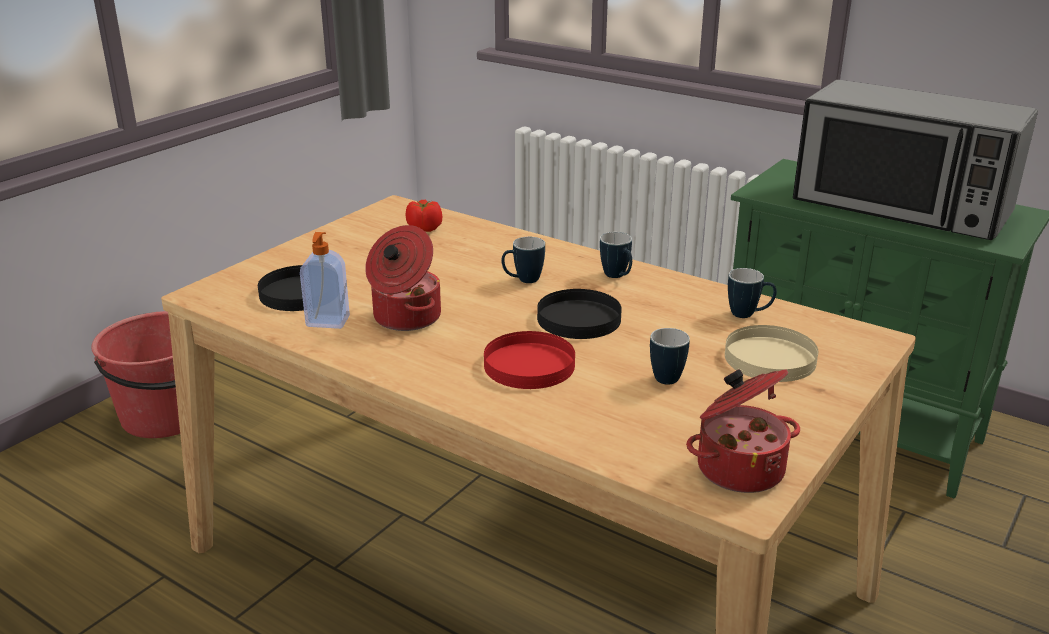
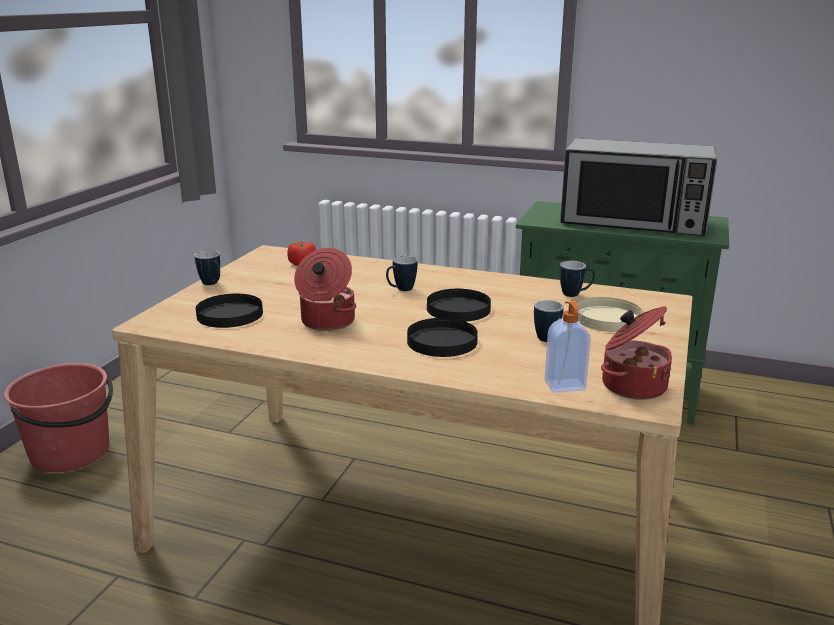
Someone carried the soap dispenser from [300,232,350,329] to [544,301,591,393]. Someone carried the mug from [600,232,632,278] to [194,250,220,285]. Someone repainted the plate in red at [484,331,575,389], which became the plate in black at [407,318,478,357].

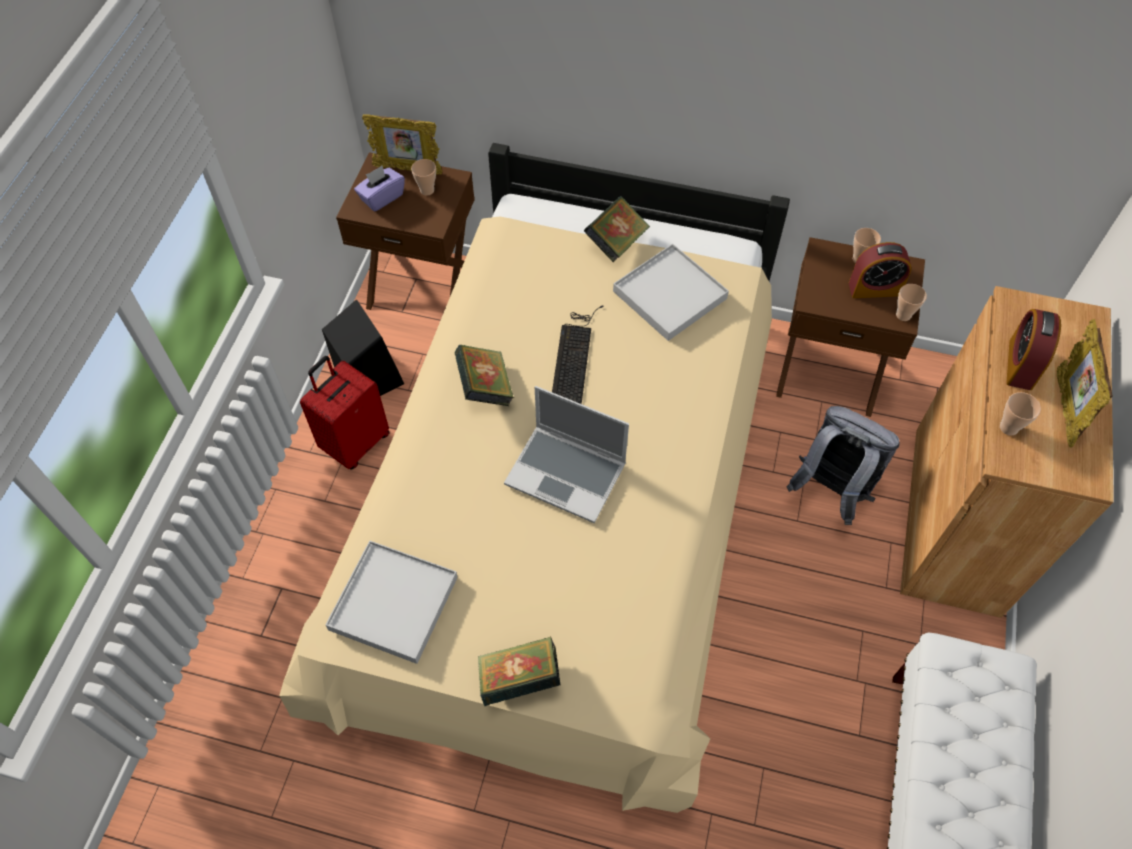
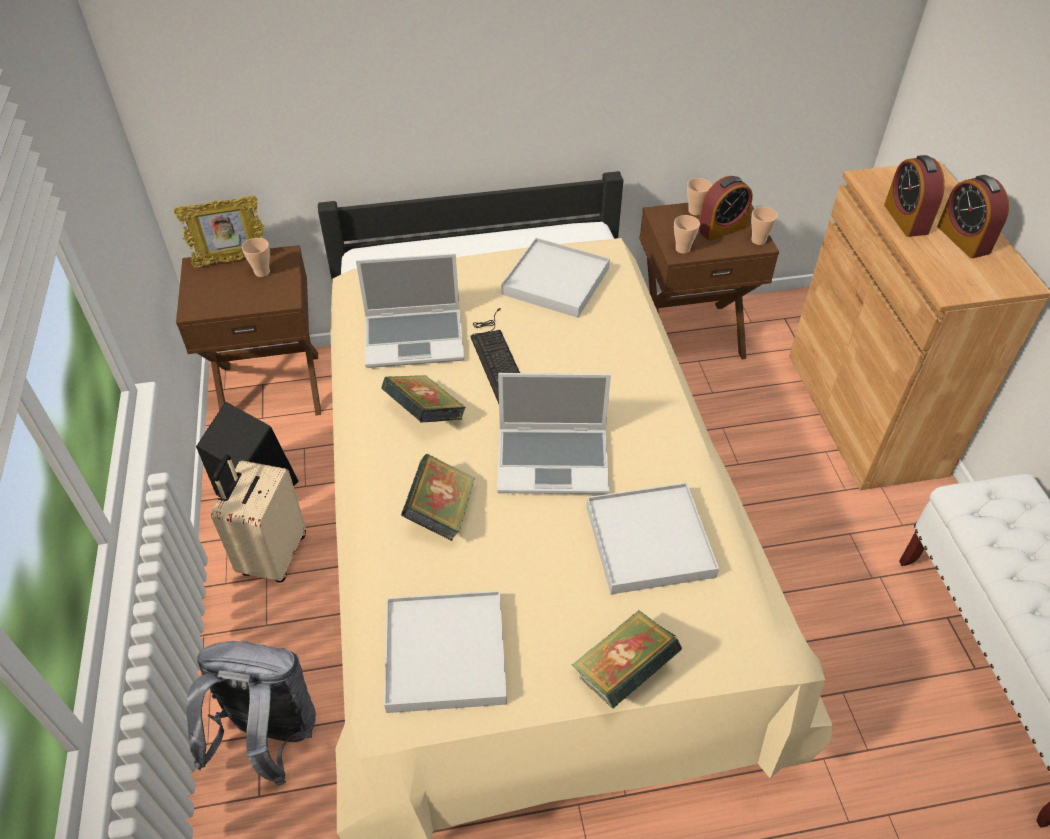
Someone took away the tissue box in purple at [354,166,405,212]. Someone carried the book from [584,196,650,262] to [401,454,475,541]. Someone swapped the picture frame at [1056,319,1113,448] for the alarm clock at [937,175,1009,258]. Someone repainted the suitcase in red at [300,356,390,470], which became the suitcase in beige at [211,455,306,583]. Someone carried the cup from [1000,392,1041,436] to [674,215,700,254]. Someone carried the backpack in grey from [786,406,900,525] to [187,641,316,786]. Someone put down the laptop at [356,253,464,368]. Someone put down the tray in white at [586,483,719,594].

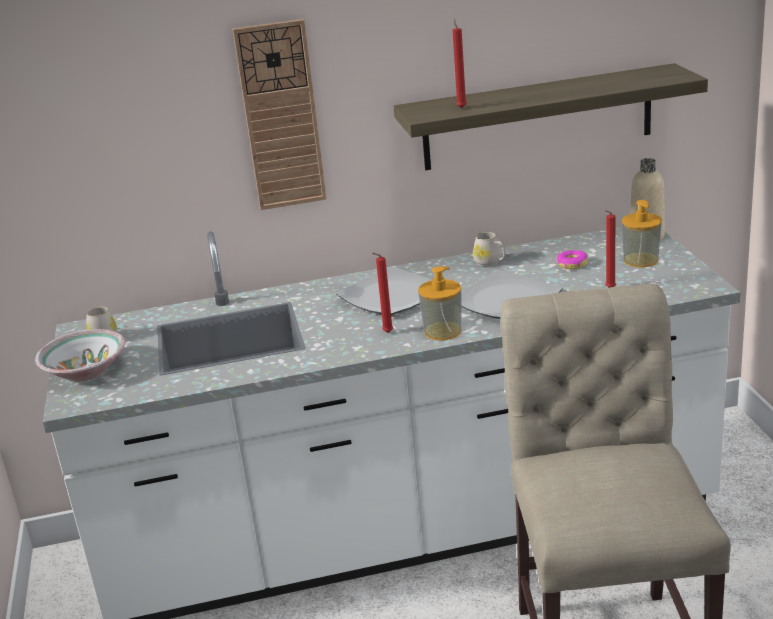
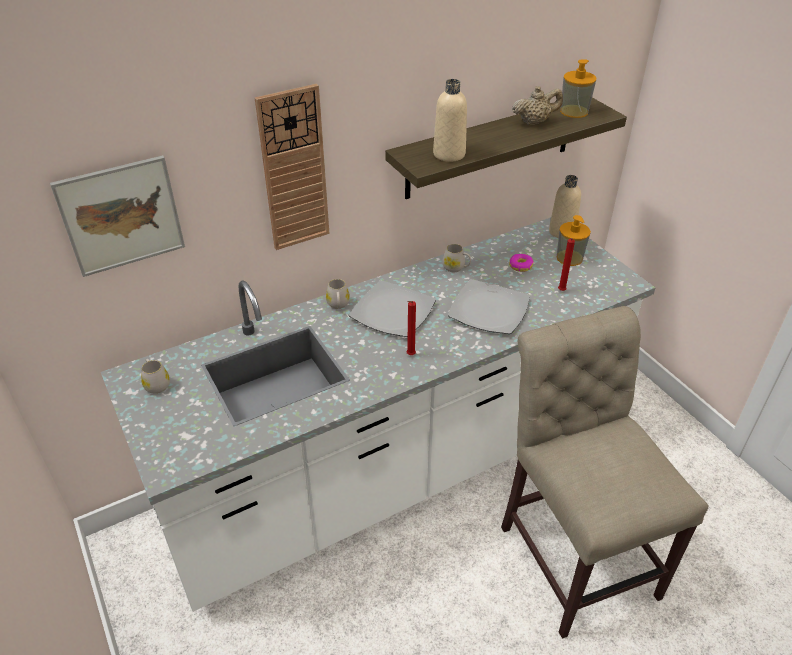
Someone swapped the candle in red at [452,19,467,108] for the bottle in beige at [433,79,467,162]. Someone carried the soap dispenser from [418,266,462,340] to [560,59,597,118]. Someone took away the bowl at [35,329,126,381]. Someone put down the teapot in beige at [512,86,563,125]. Someone put up the picture at [50,155,185,277]. Someone put down the mug in white at [326,279,350,309].

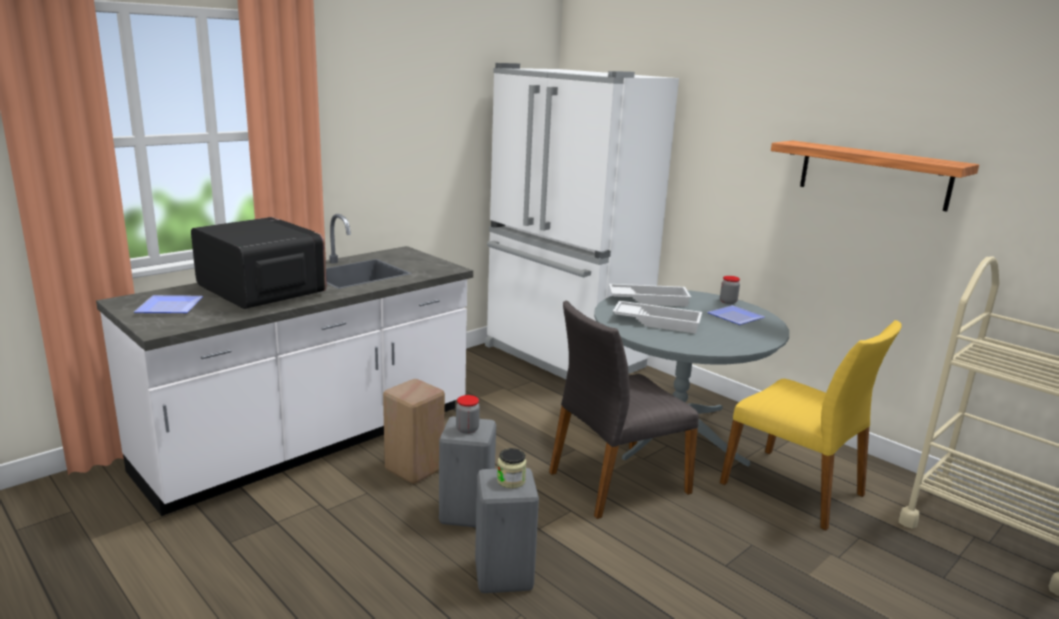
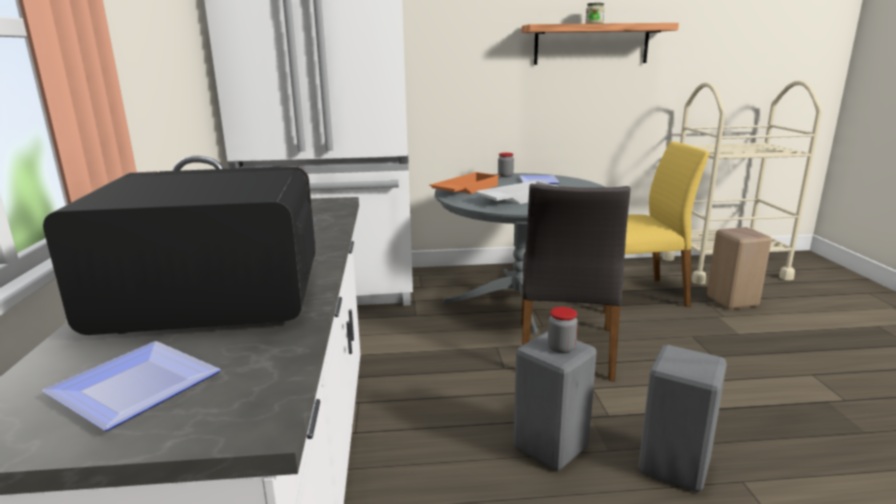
Someone repainted the tray in white at [609,284,691,307], which became the tray in orange at [429,172,500,194]. Someone carried the stool in beige from [383,379,445,484] to [707,227,772,309]. Someone carried the jar from [497,448,527,489] to [585,3,605,24].

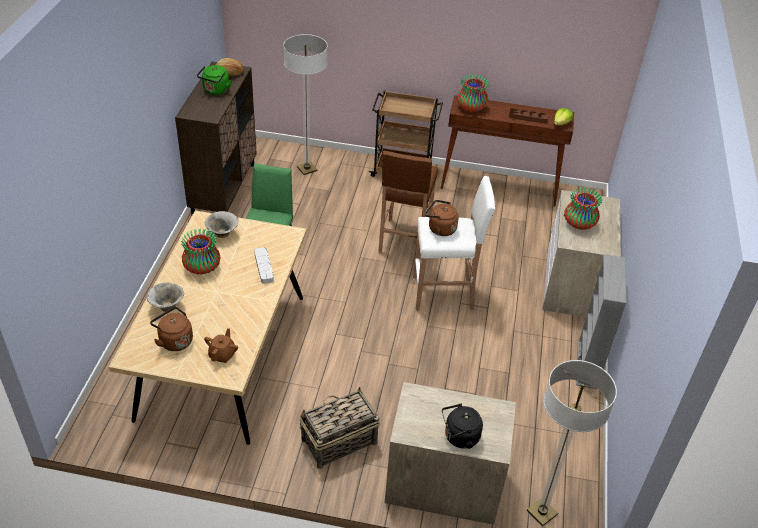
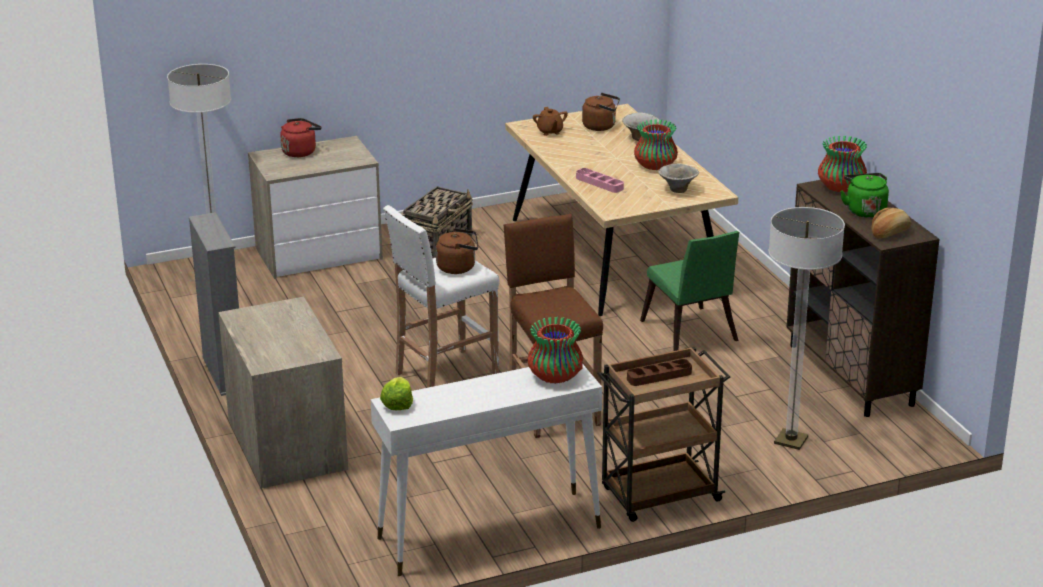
Someone repainted the console table in brown at [441,95,574,207], which became the console table in white at [371,365,602,576]. Someone carried the tray in brown from [509,108,548,123] to [627,359,692,386]. Someone carried the vase from [564,188,603,230] to [818,136,867,192]. Someone repainted the tray in grey at [254,247,274,284], which became the tray in pink at [576,168,624,193]. Someone repainted the kettle in black at [442,404,483,449], which became the kettle in red at [280,118,321,157].

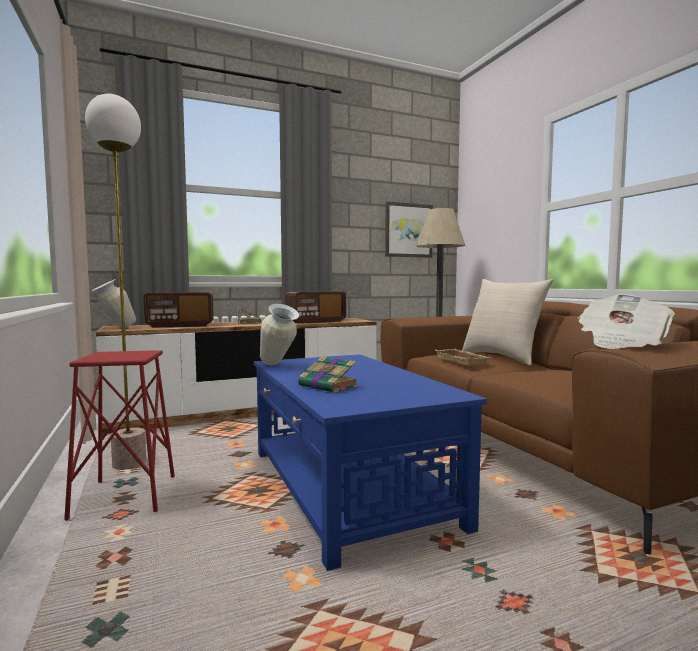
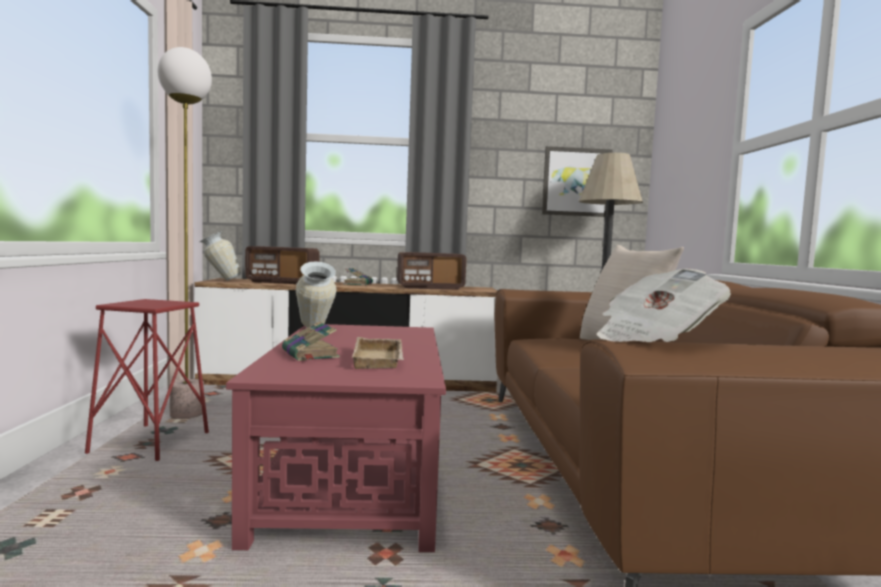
Someone carried the tray in beige from [436,349,491,366] to [352,337,404,369]. Someone repainted the coffee table in blue at [254,354,487,571], which became the coffee table in red at [226,324,446,552].

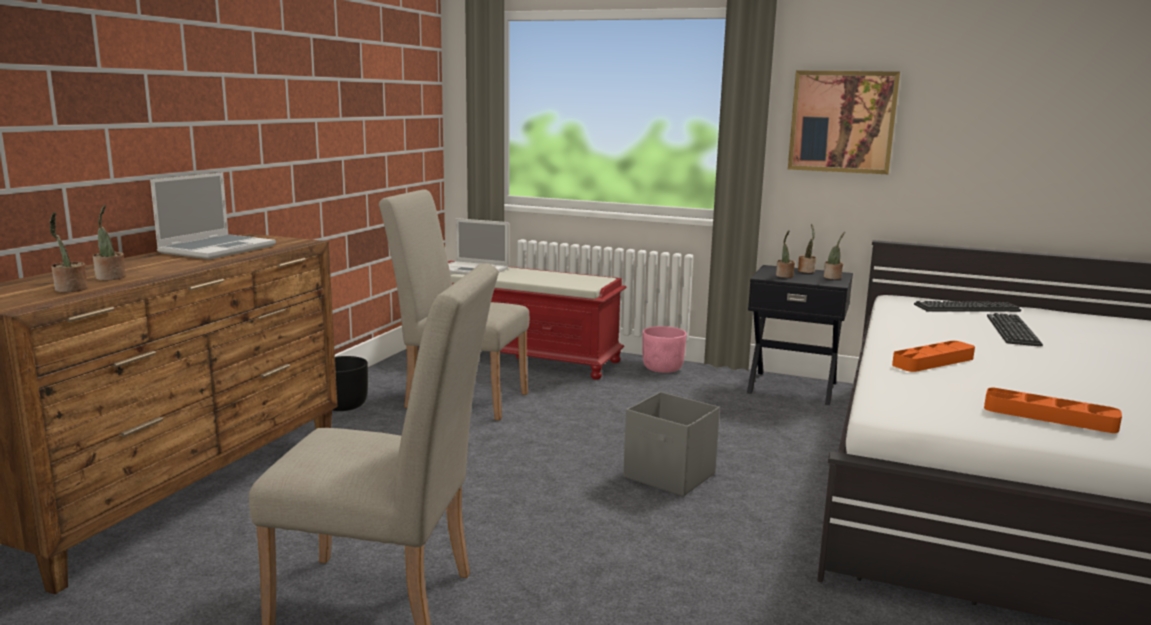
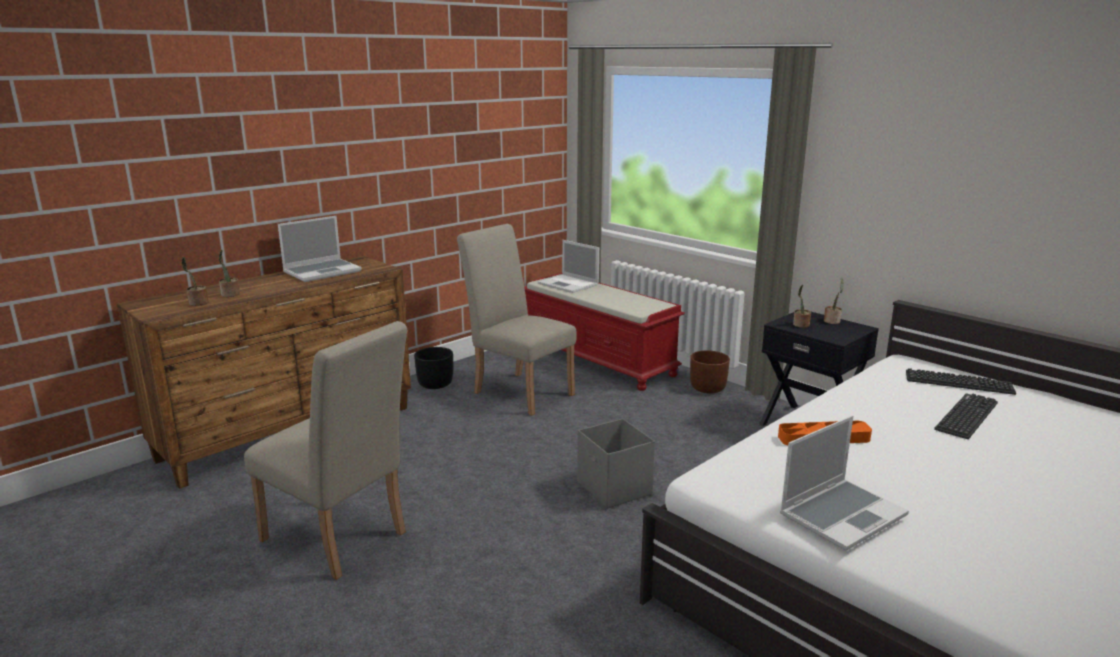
Someone took away the picture at [788,71,900,174]. Someone took away the potted plant at [824,232,845,279]. Someone repainted the planter in pink at [643,326,687,373], which became the planter in brown at [690,350,730,393]. Someone swapped the tray in orange at [984,388,1122,433] for the laptop at [780,416,909,551].

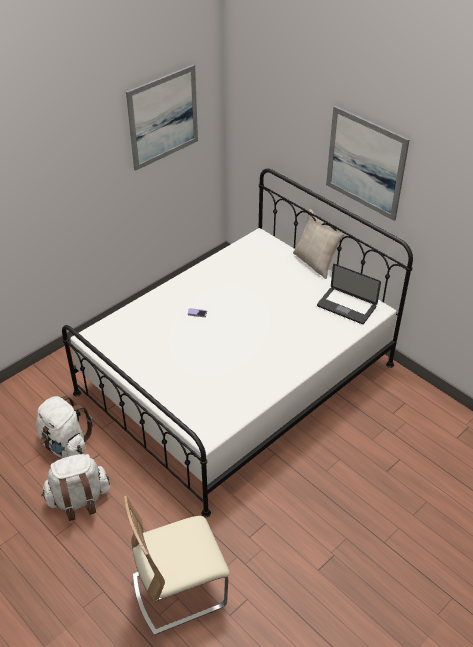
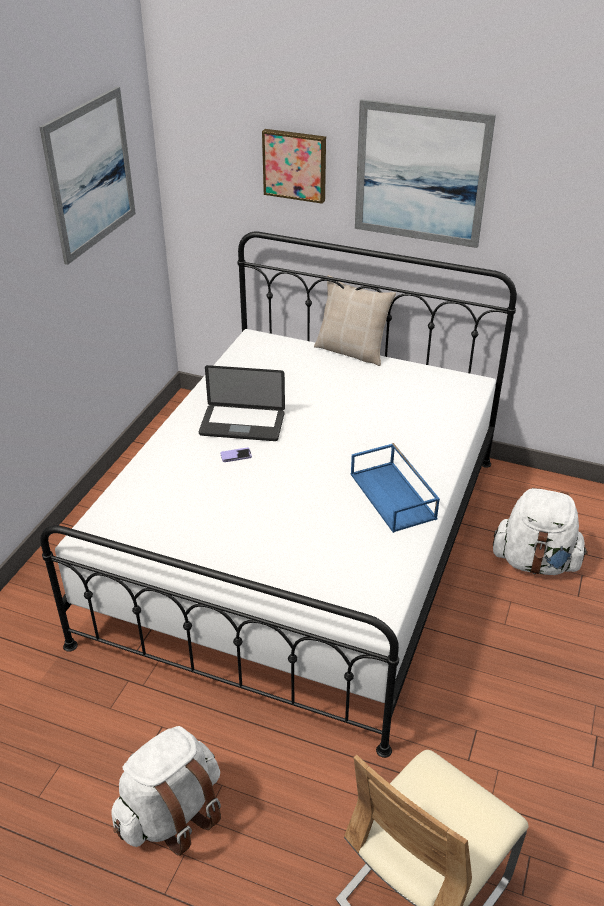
Someone carried the laptop from [317,264,381,324] to [199,365,285,441]. Someone carried the backpack in white from [36,396,92,458] to [493,488,588,575]. Someone put up the picture at [262,129,326,204]. Someone put down the tray in blue at [351,443,440,533].

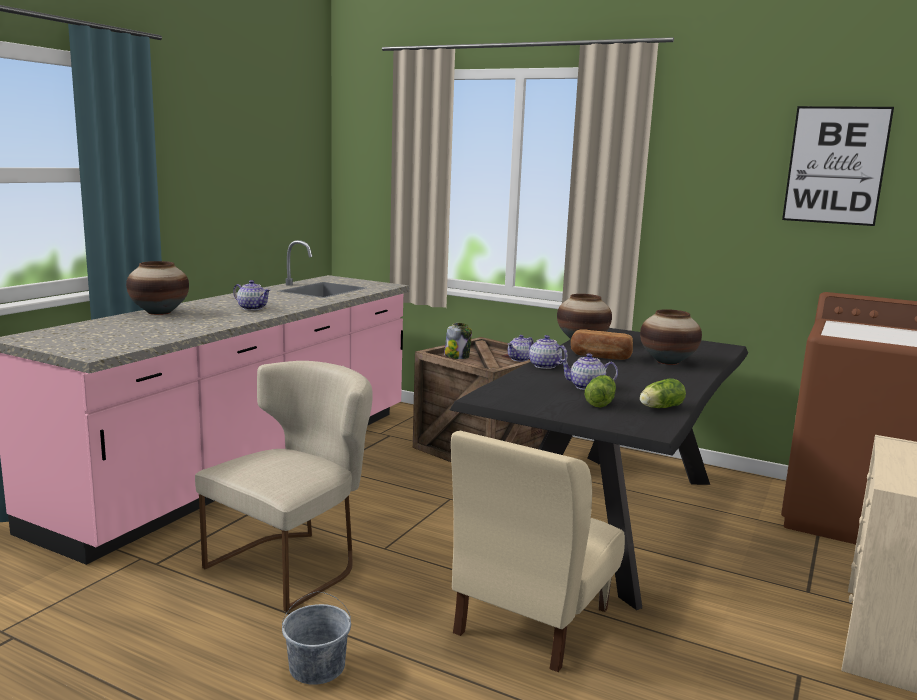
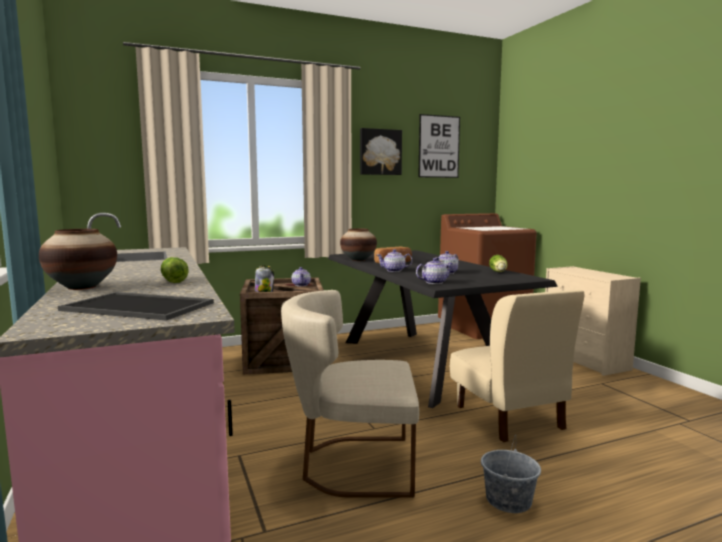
Someone carried the teapot from [233,280,271,310] to [416,258,453,284]. Someone took away the vase at [640,309,702,365]. Someone rotated the chair in beige at [195,361,373,612] by 75 degrees counterclockwise. Someone carried the lettuce from [585,375,616,408] to [161,257,189,283]. Someone put up the picture at [360,128,402,175]. Someone put down the tray at [58,292,214,321].

